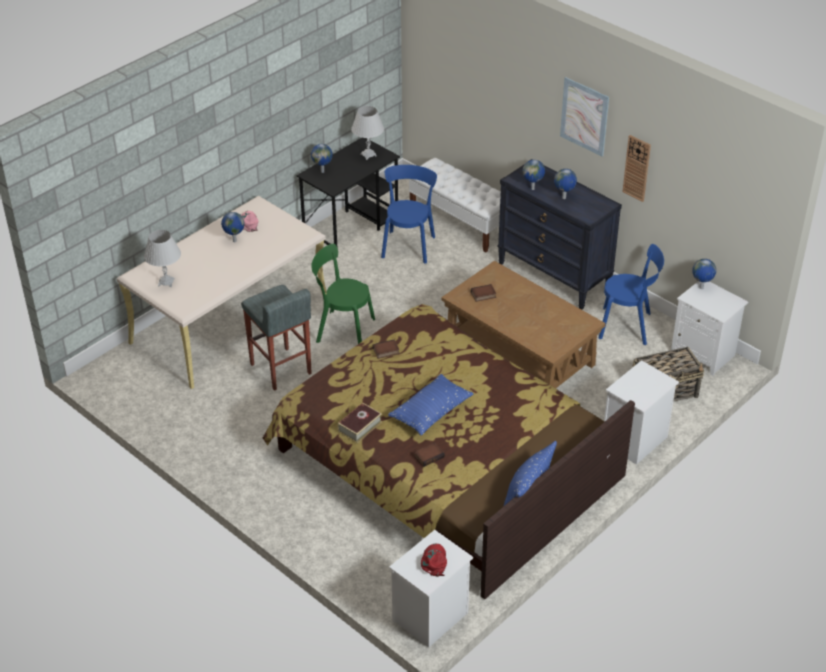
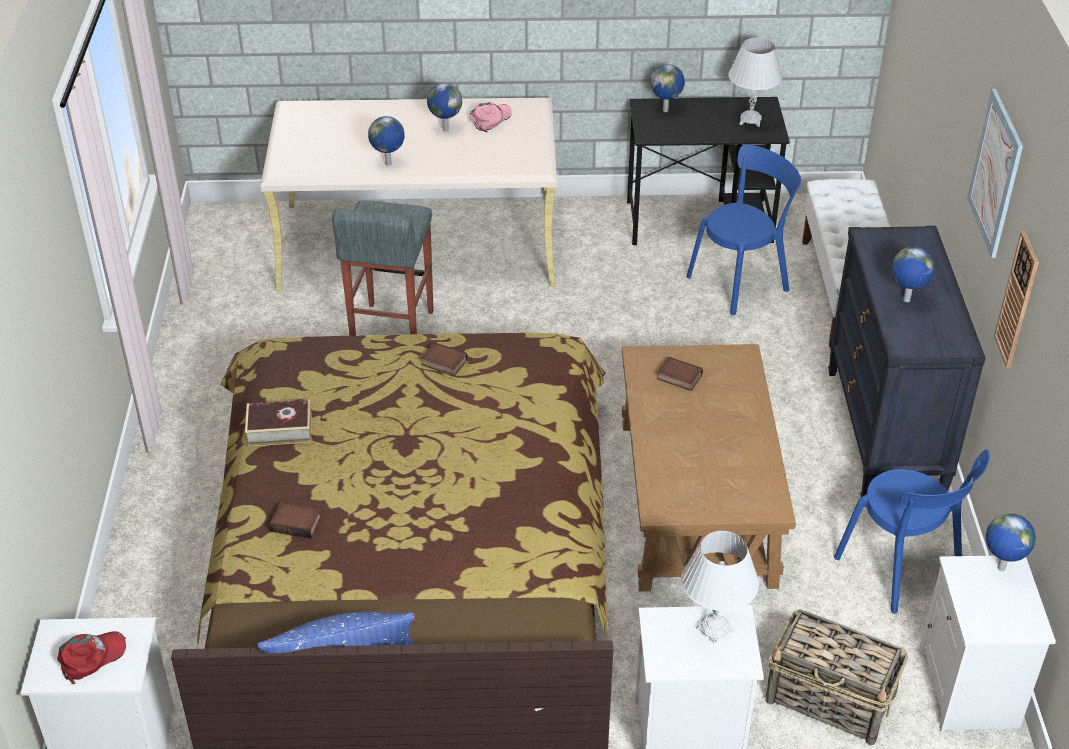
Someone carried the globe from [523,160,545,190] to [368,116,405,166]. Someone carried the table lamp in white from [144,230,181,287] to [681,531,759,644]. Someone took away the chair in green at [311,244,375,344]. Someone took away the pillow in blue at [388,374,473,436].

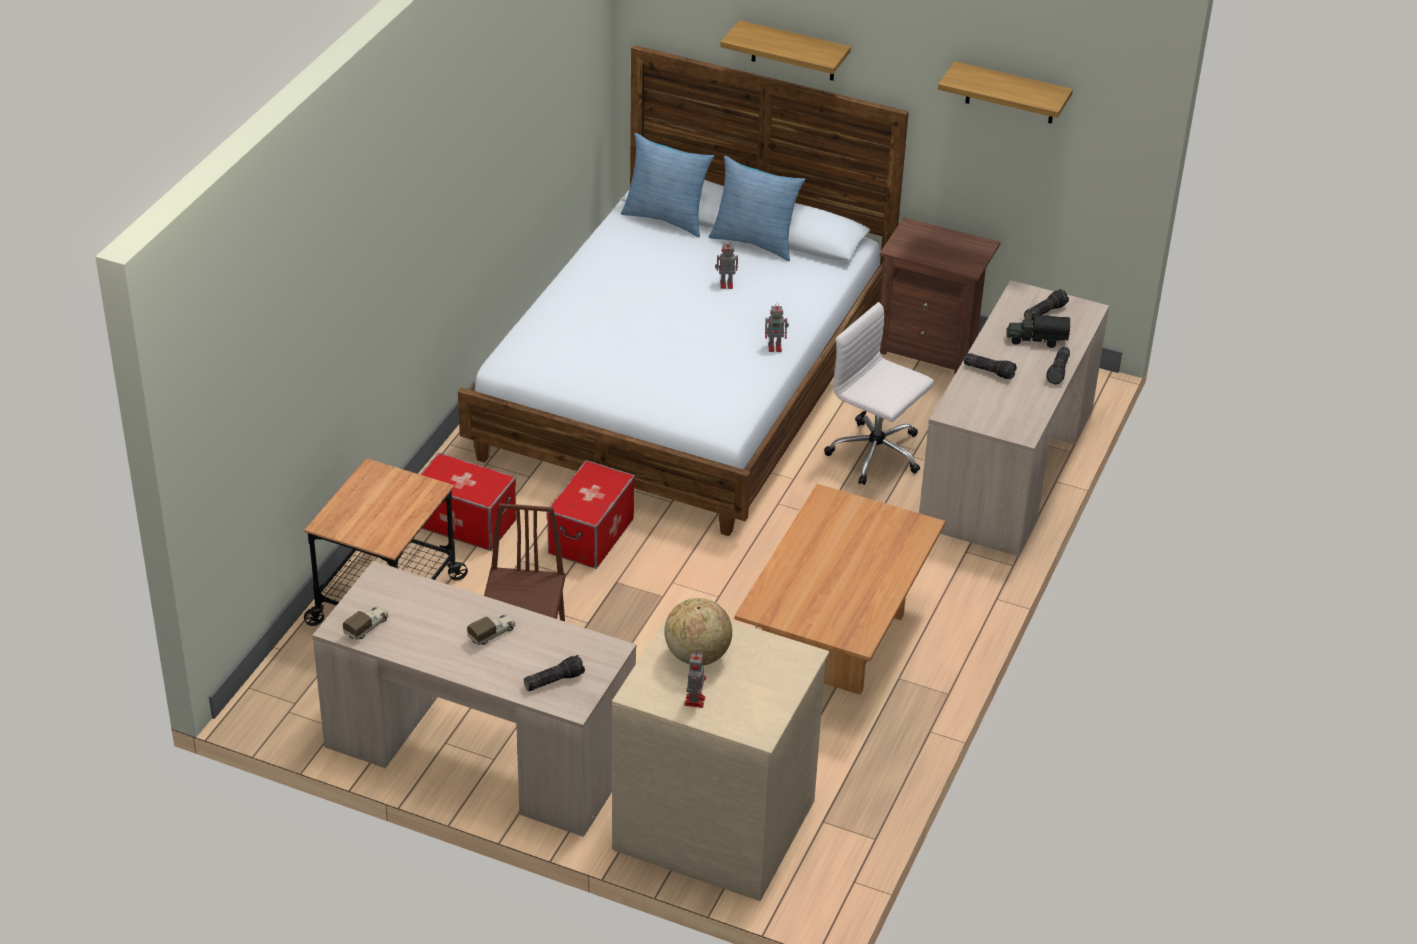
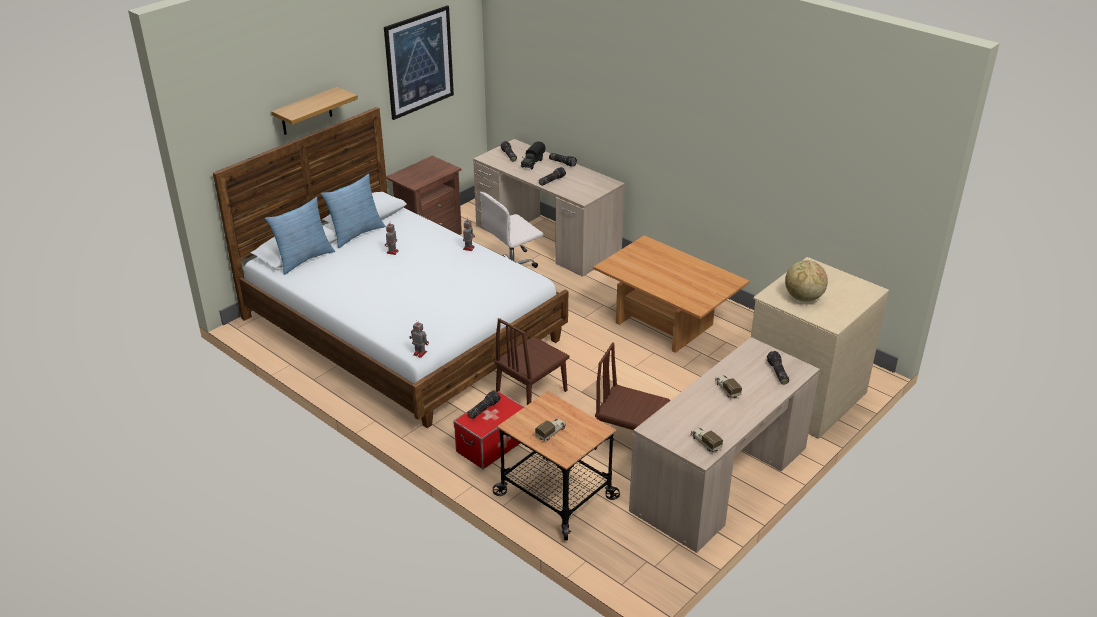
Someone swapped the shelf at [938,61,1073,124] for the picture at [384,5,454,120]. Someone swapped the storage box at [546,460,635,569] for the chair in brown at [495,318,569,405]. Someone carried the toy robot from [684,651,706,708] to [409,321,429,358]. Someone put down the flashlight at [468,390,501,419]. Someone put down the toy truck at [535,418,566,441].

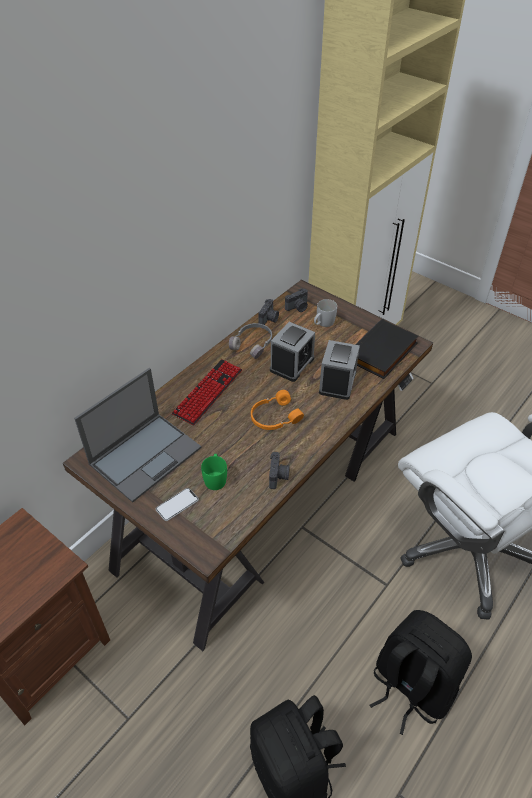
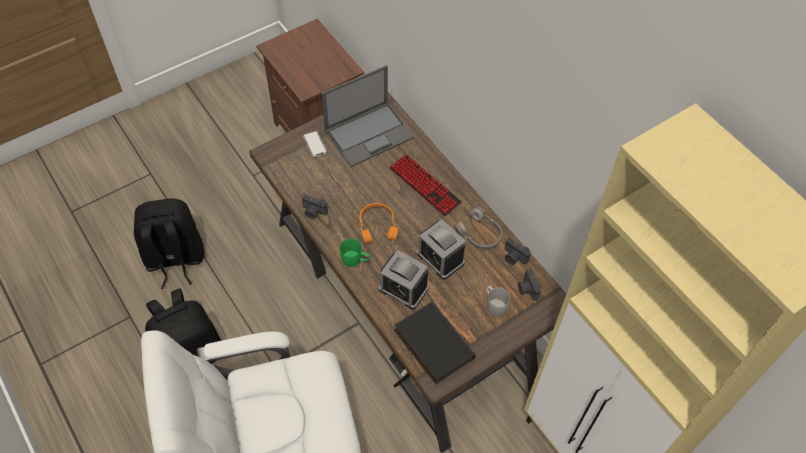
Someone rotated the laptop at [74,368,201,503] by 90 degrees counterclockwise. Someone carried the mug in green from [201,454,227,490] to [340,239,370,267].

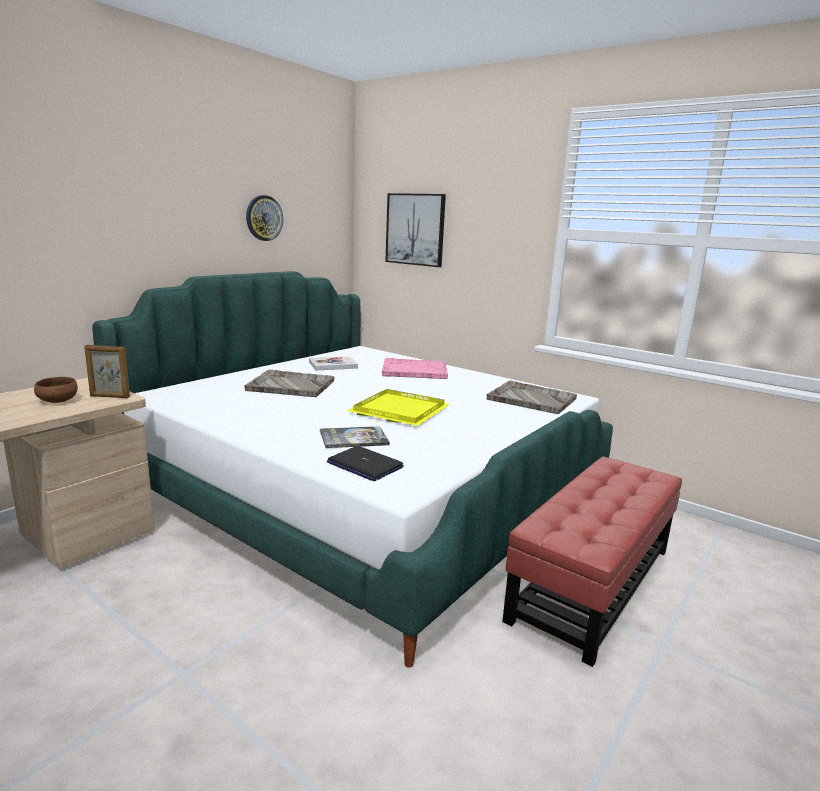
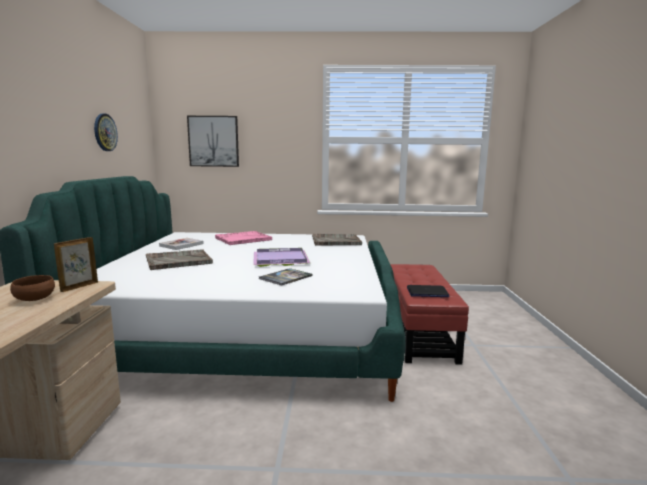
Someone rotated the picture frame at [84,345,130,398] by 150 degrees clockwise. Someone repainted the tray in yellow at [347,389,450,426], which became the tray in purple at [253,248,310,267]. Someone carried the laptop from [327,446,404,481] to [407,285,449,297].

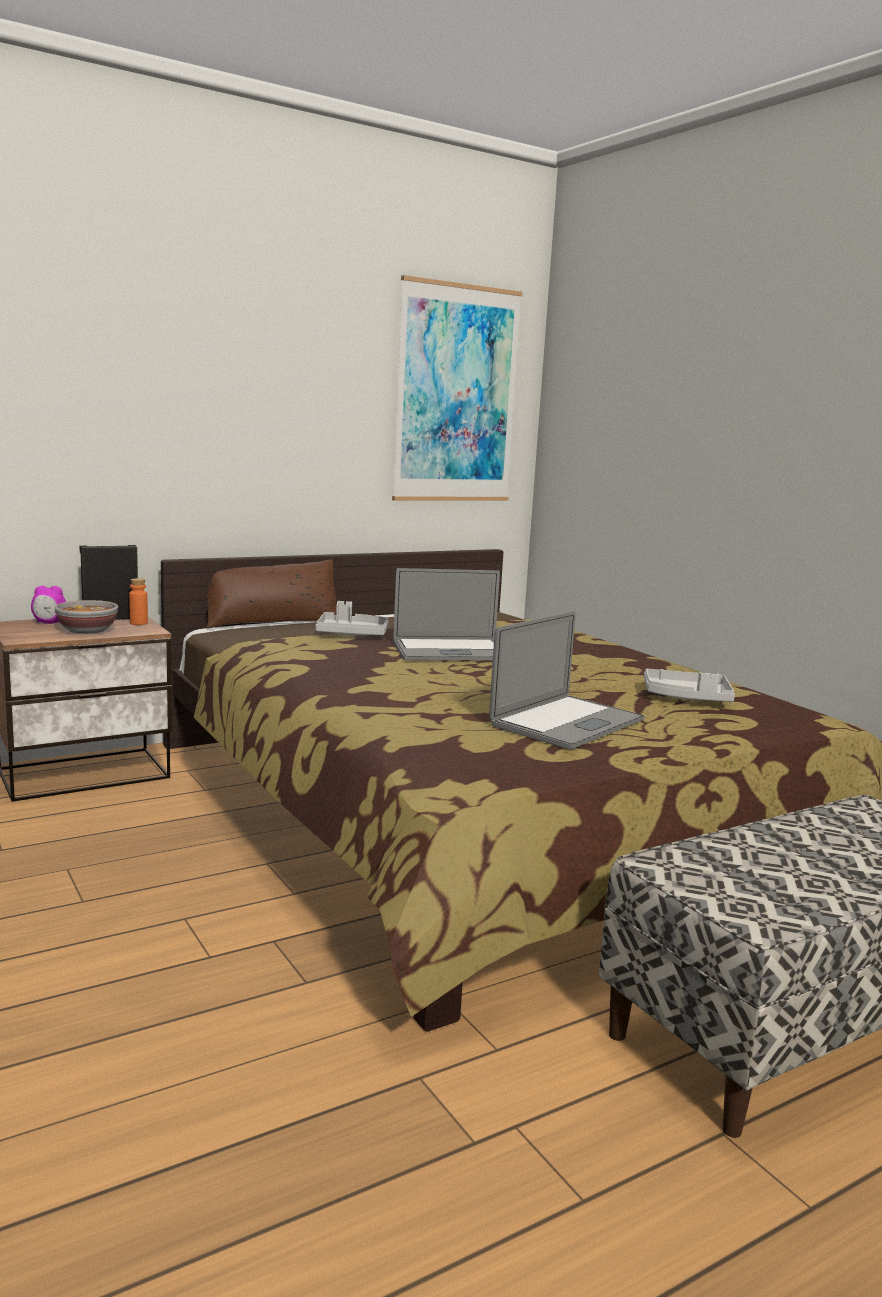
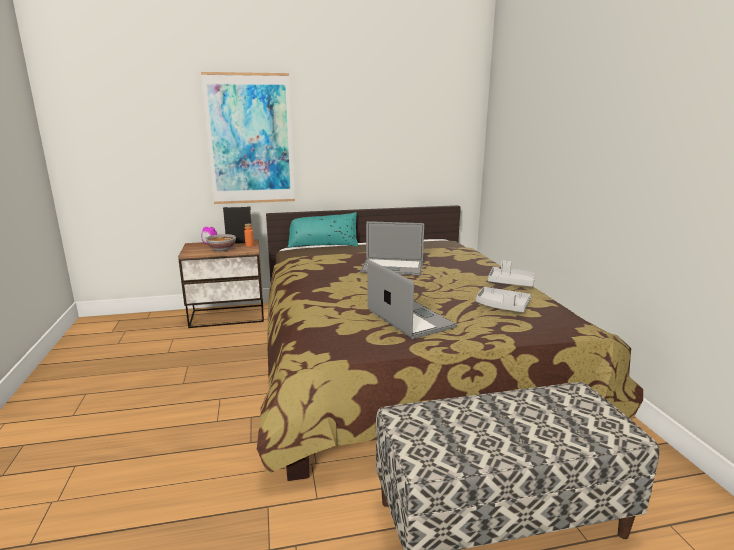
Someone carried the picture from [392,275,523,501] to [201,72,295,204]. Someone repainted the pillow in brown at [207,559,337,629], which became the pillow in turquoise at [287,212,358,248]. Someone carried the tray in grey from [316,601,389,636] to [488,260,535,287]. Someone rotated the laptop at [489,611,645,749] by 90 degrees counterclockwise.

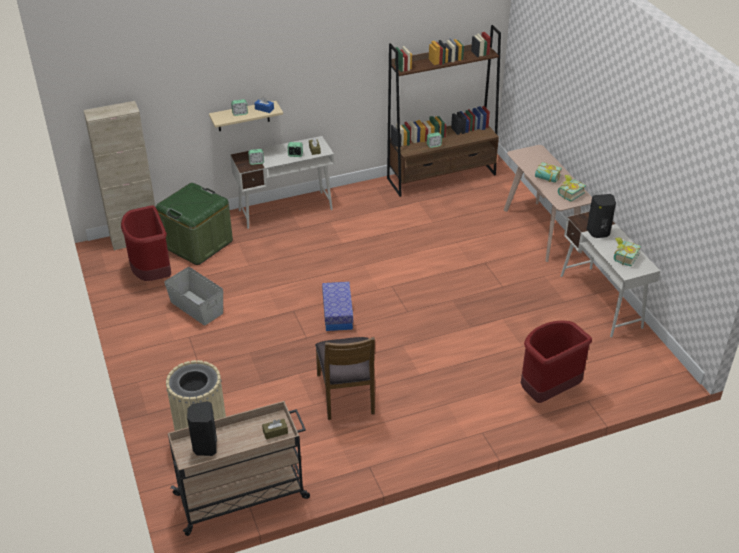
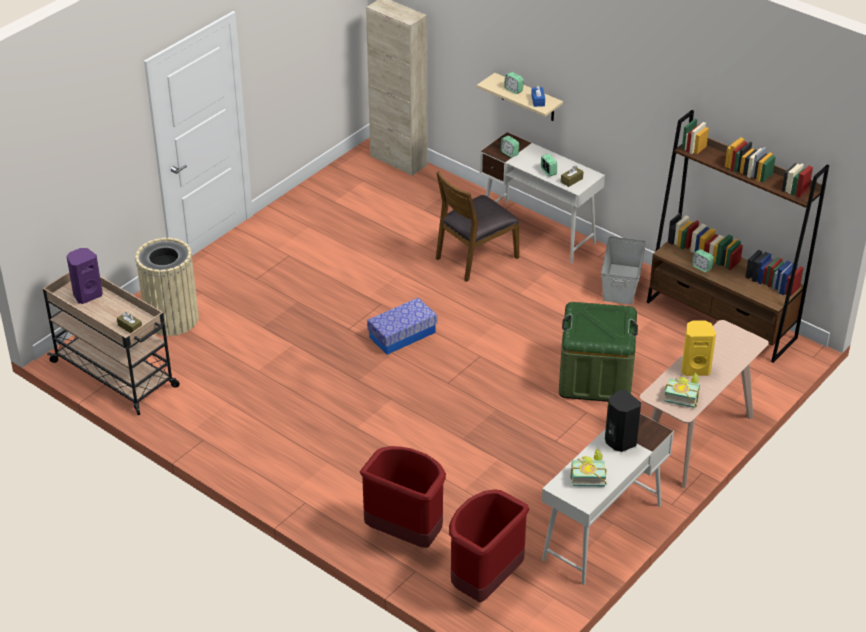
Someone swapped the book at [535,162,562,183] for the speaker in yellow at [682,320,716,376]. Someone carried the storage box in green from [156,183,233,265] to [559,302,638,402]. Someone carried the trash can in red from [121,205,171,281] to [449,489,529,602]. Someone carried the storage box in grey from [164,267,224,326] to [601,236,646,305]. Someone carried the chair in brown from [315,337,375,420] to [436,171,519,282]. Someone repainted the speaker in black at [187,401,217,456], which became the speaker in purple at [66,248,103,304].

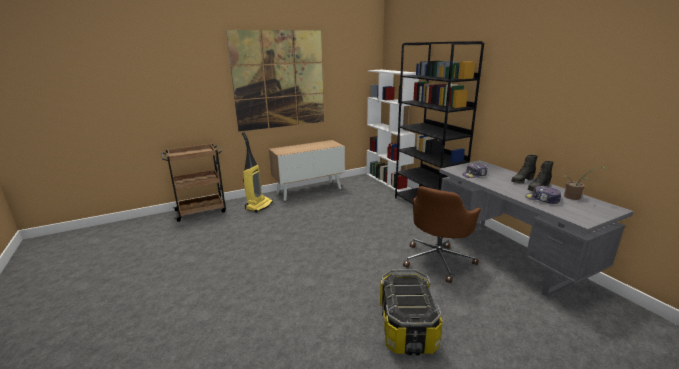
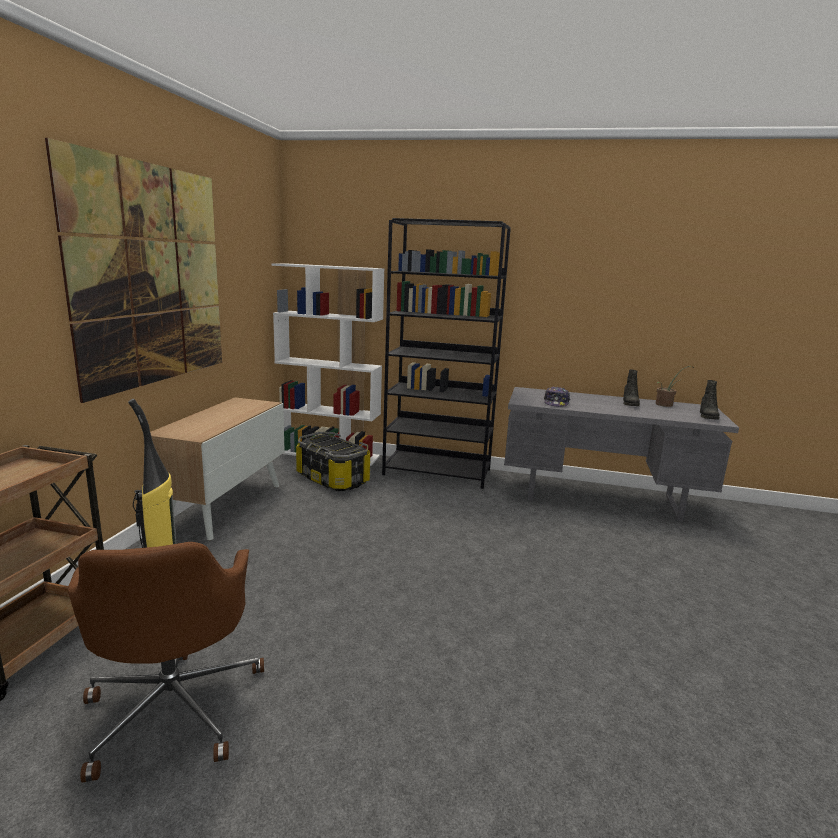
Someone carried the boot in black from [511,155,538,183] to [700,380,719,419]. Someone carried the office chair in brown from [403,186,481,283] to [68,542,264,782]. Someone took away the cap at [525,186,561,204]. Someone carried the storage box from [380,269,442,355] to [296,432,370,491].

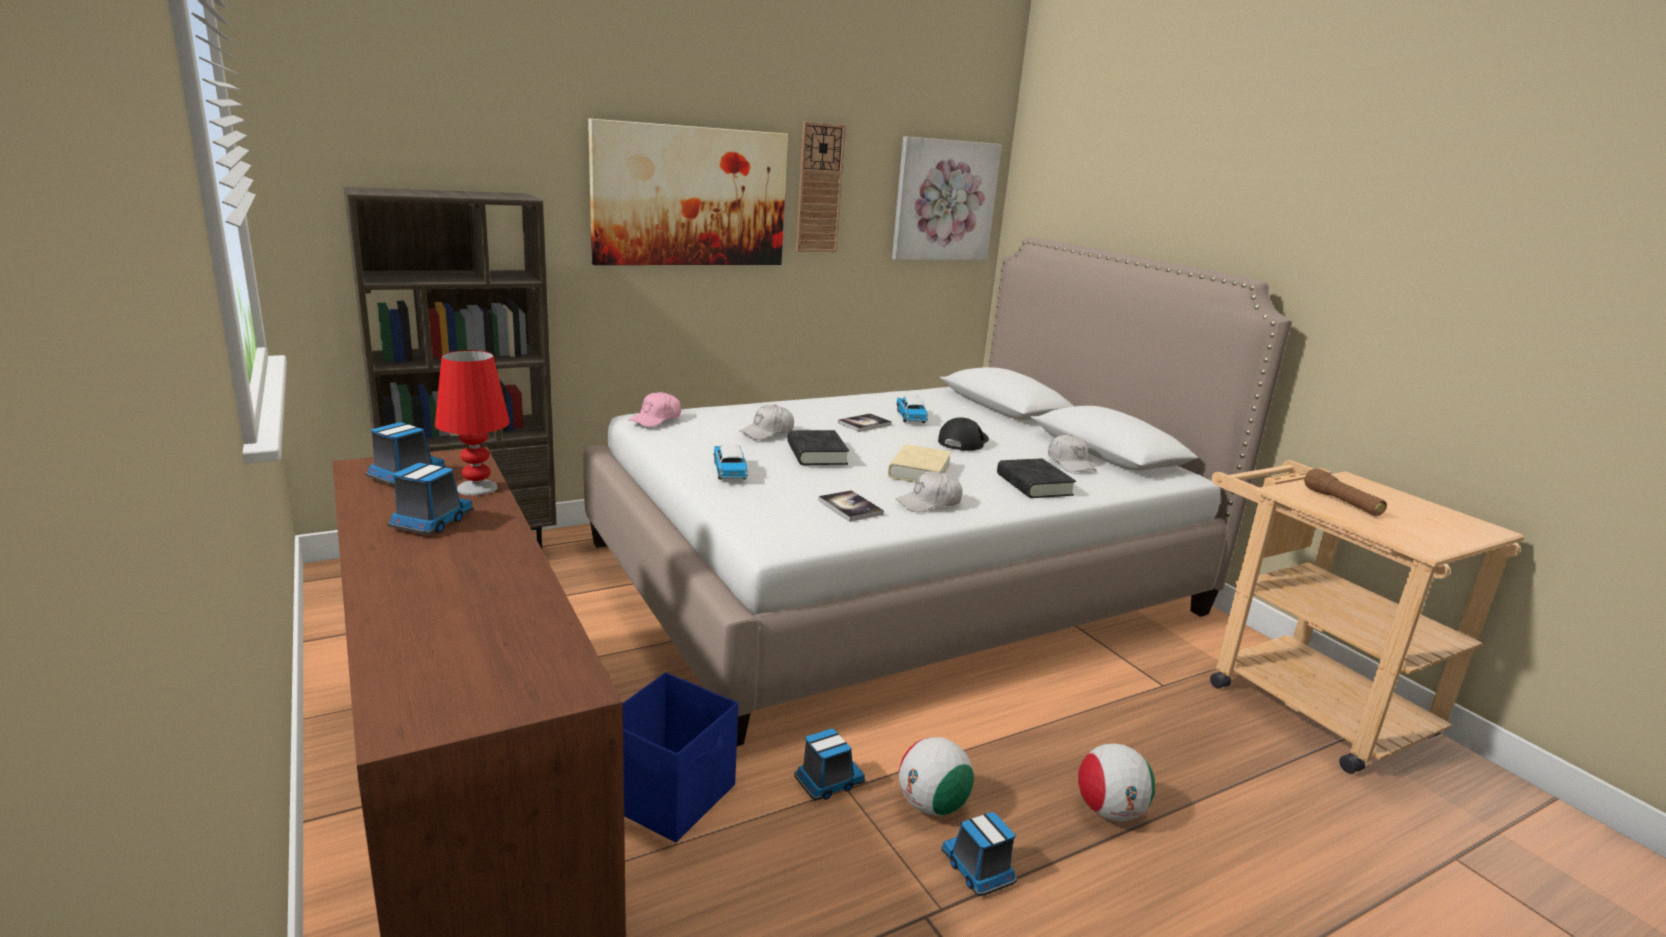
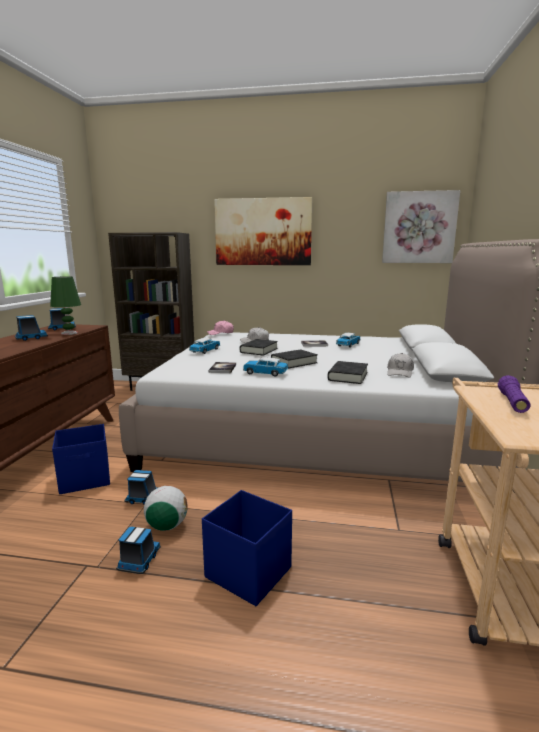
Someone took away the wall clock at [796,122,846,252]. Someone repainted the table lamp in red at [435,350,509,496], which became the table lamp in green at [50,276,81,335]. Someone took away the cap in black at [938,418,989,451]. Someone repainted the book in beige at [888,445,952,482], which became the book in black at [271,349,318,369]. Someone repainted the flashlight in brown at [1304,469,1387,516], which became the flashlight in purple at [498,375,531,413]. Someone swapped the cap in white at [896,471,962,512] for the toy car at [243,357,288,377]. Someone swapped the football at [1078,743,1155,821] for the storage box in blue at [202,490,292,606].

